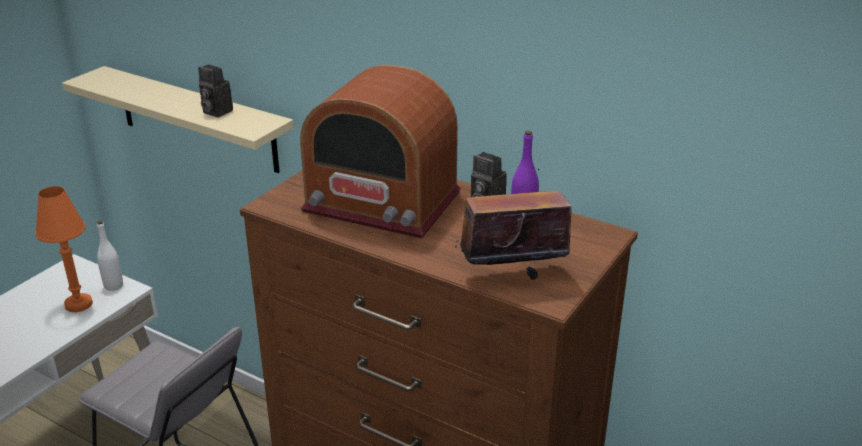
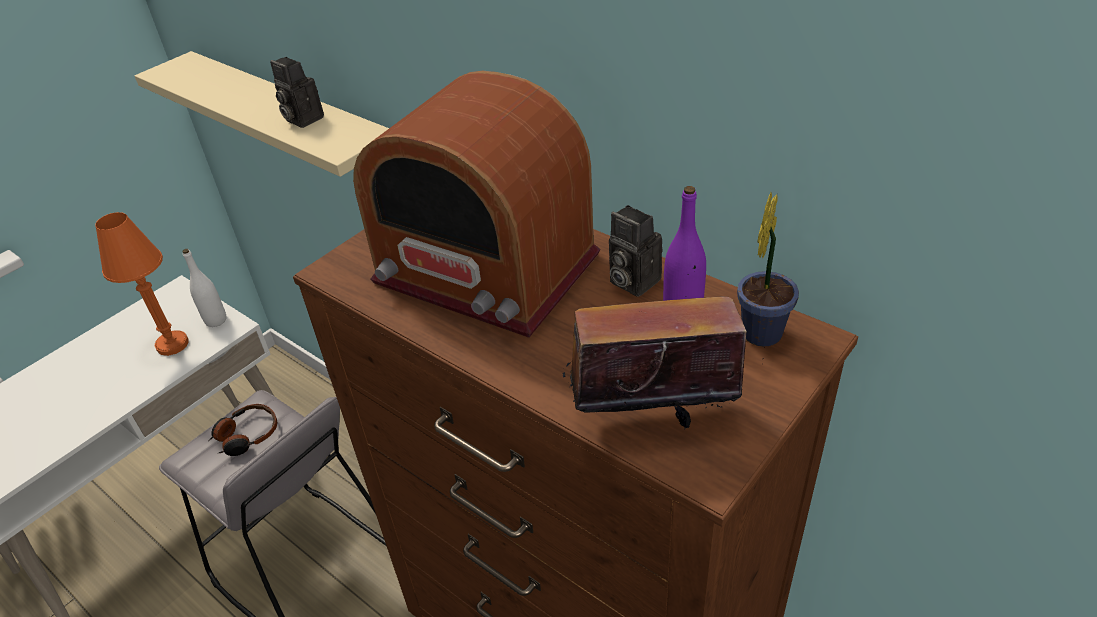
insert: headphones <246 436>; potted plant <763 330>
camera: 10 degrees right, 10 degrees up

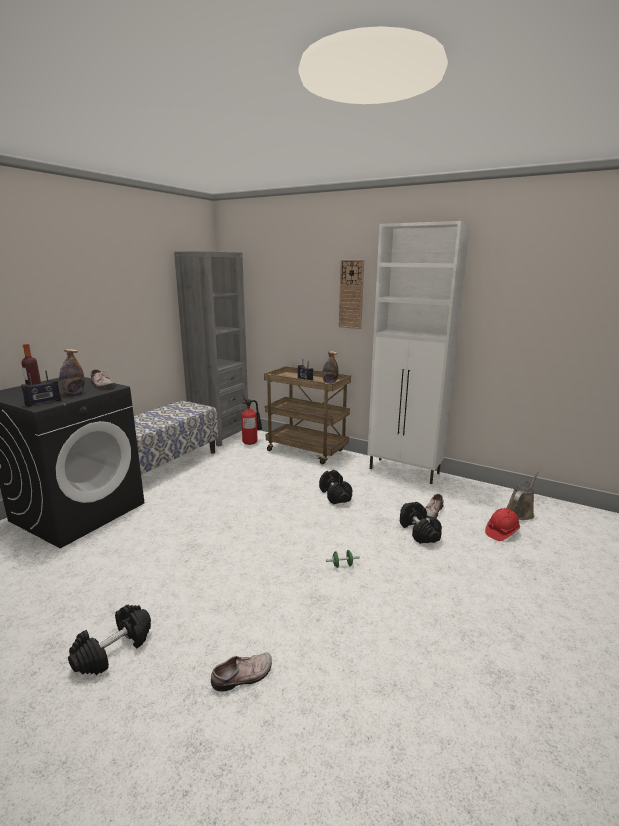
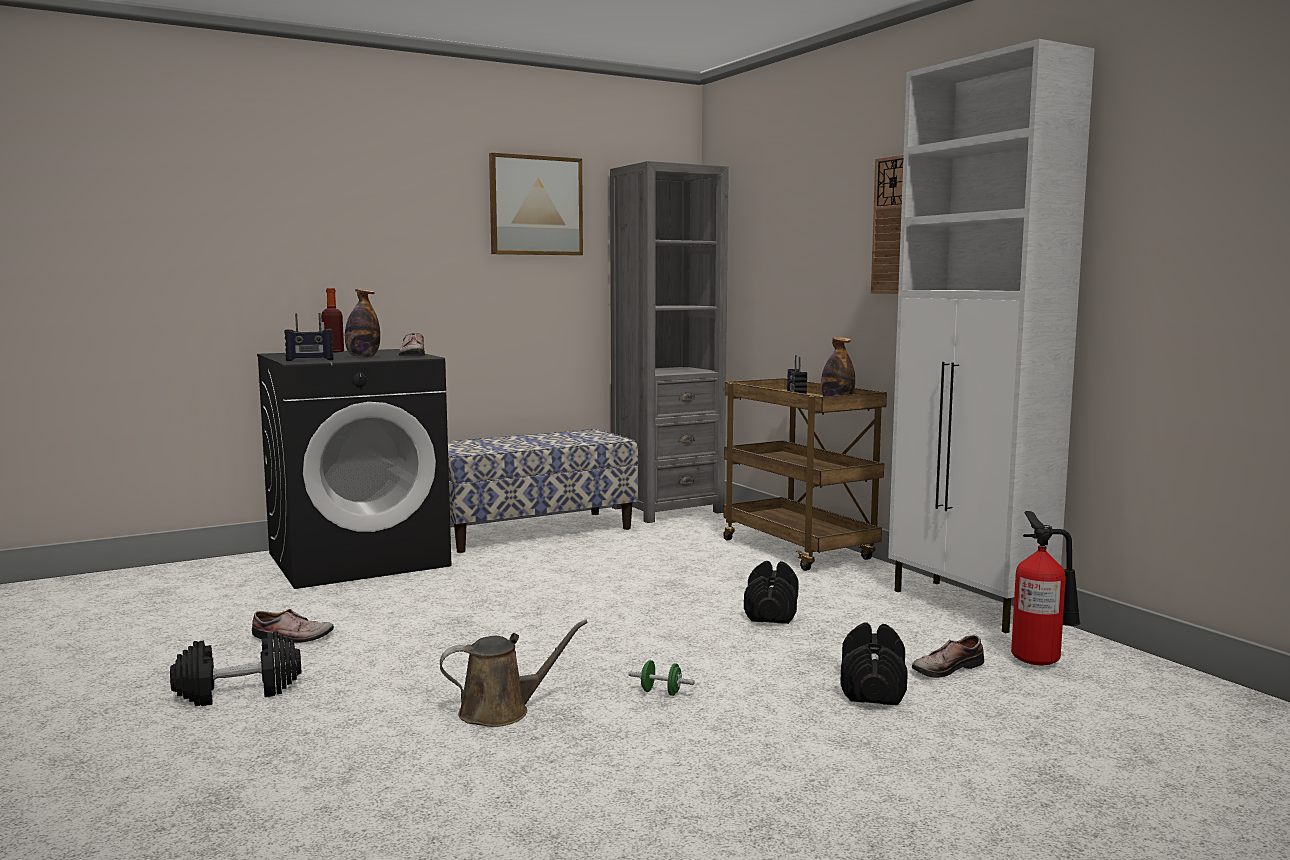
delete: red-coloured work helmet <501 532>
insert: wall picture <535 206>
move: shoe <243 677> to <292 638>; brown watering pot <520 512> to <501 711>; extinguisher <251 442> to <1040 660>
camera: 30 degrees right, 10 degrees down

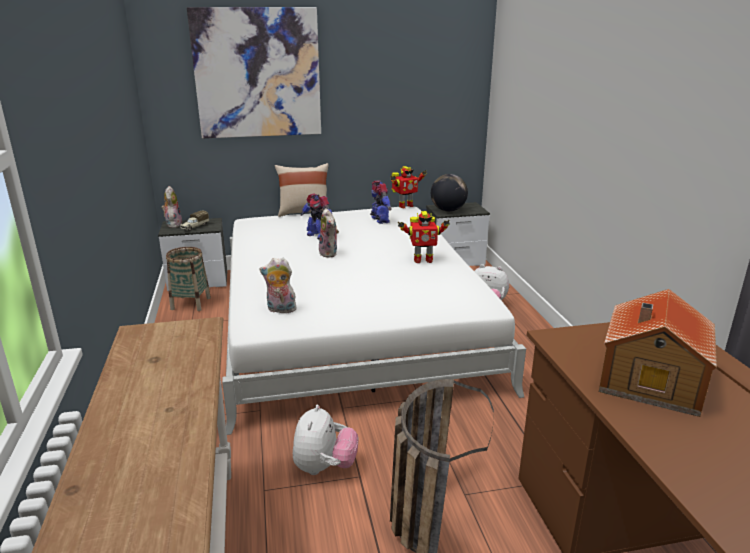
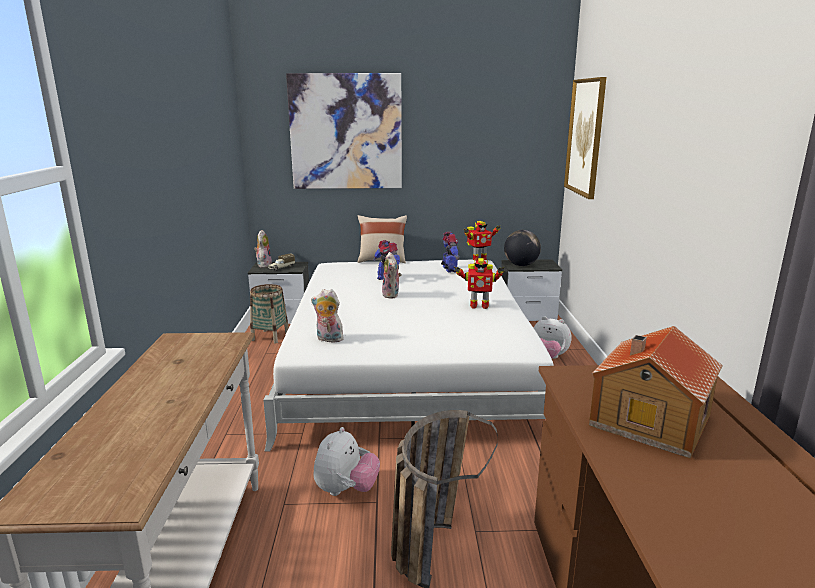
insert: wall picture <585 137>
camera: 10 degrees right, 5 degrees down

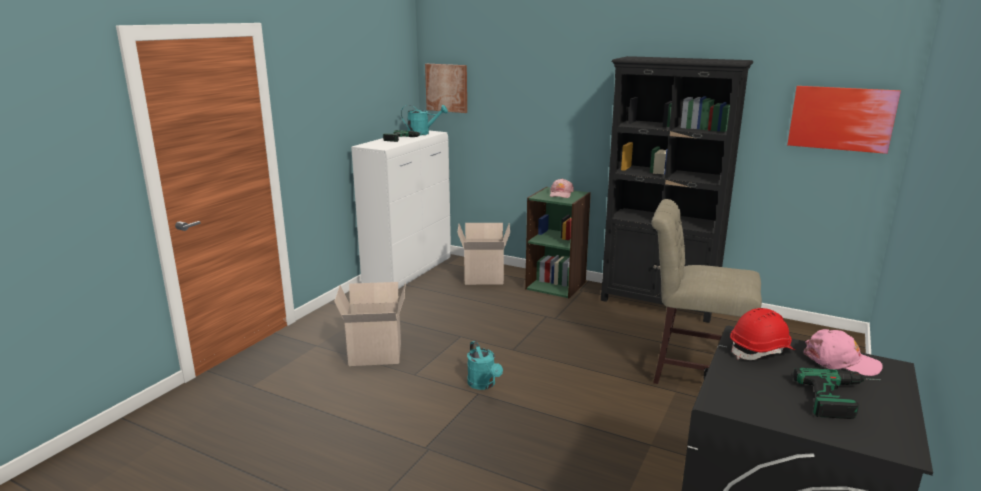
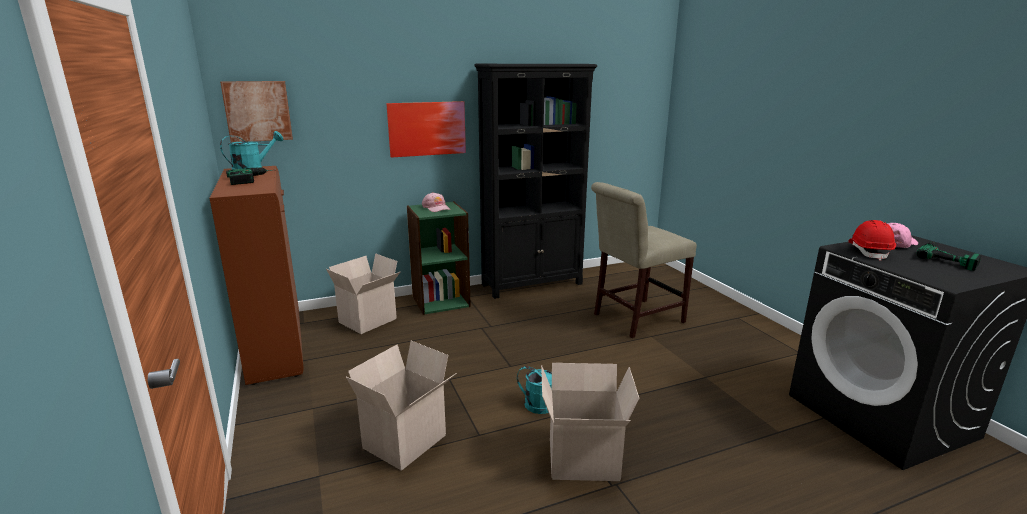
insert: packing box <582 461>
move: wall picture <841 118> to <427 128>
recolor: white-coloured cupboard <409 272> to brown cupboard <276 348>
camera: 50 degrees left, 0 degrees up

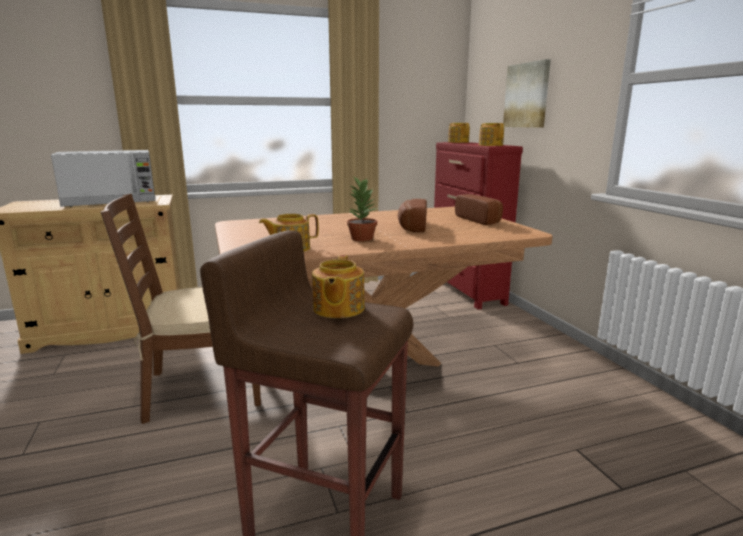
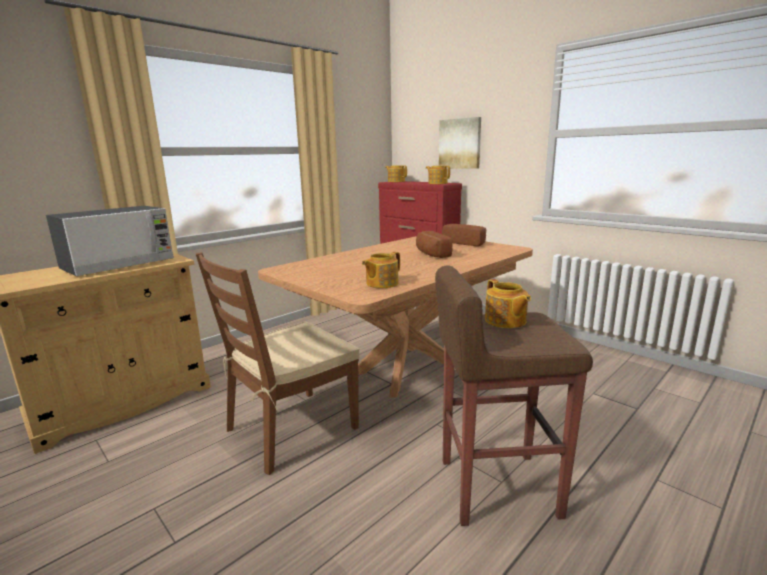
delete: potted plant <362 238>
camera: 25 degrees left, 0 degrees up

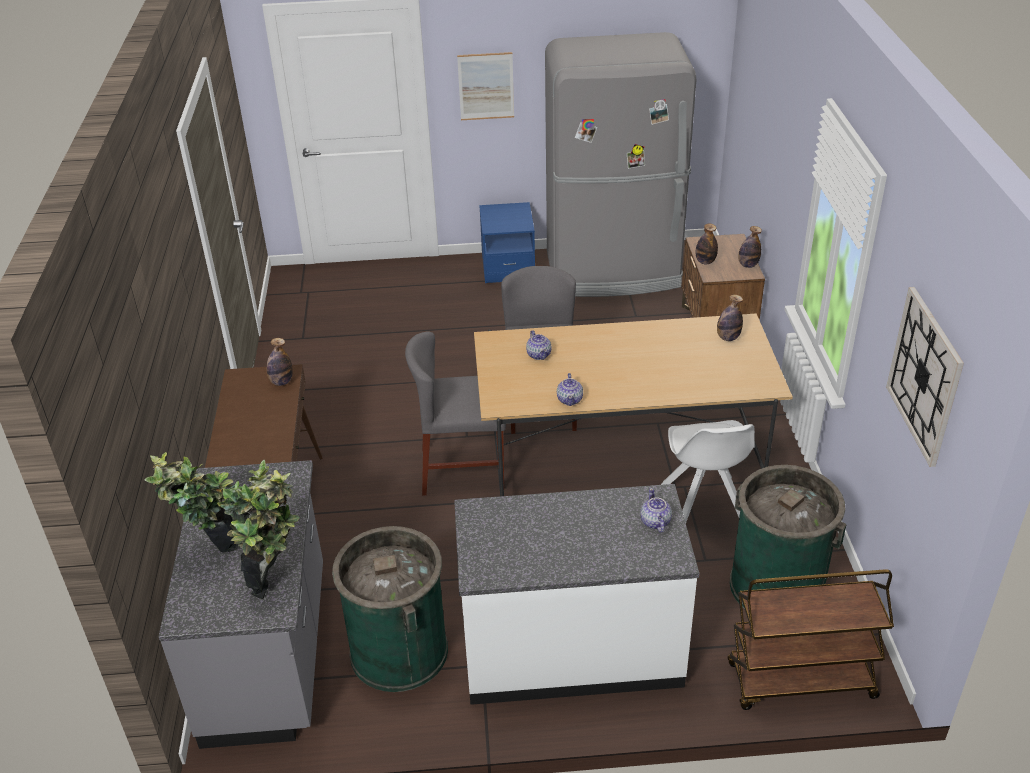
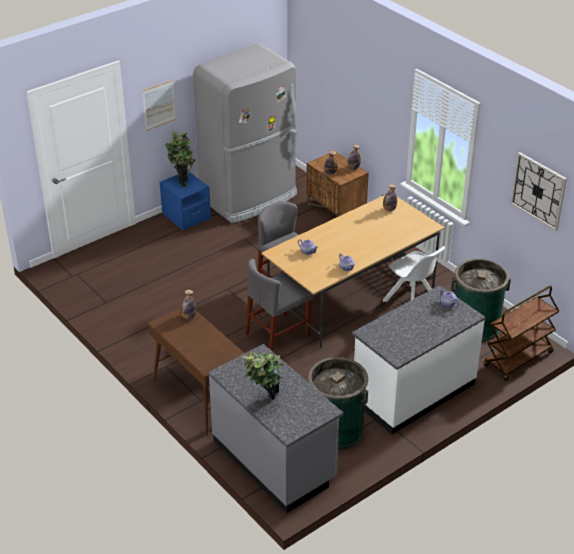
move: potted plant <273 577> to <182 180>
camera: 35 degrees left, 0 degrees up

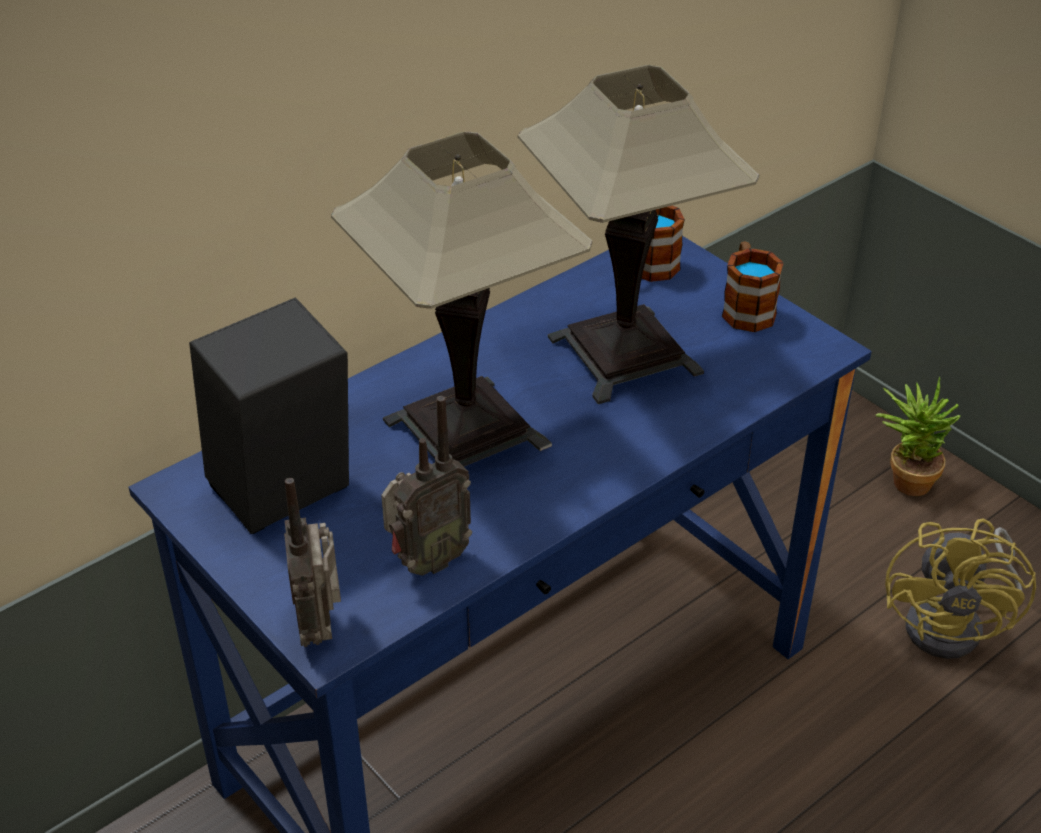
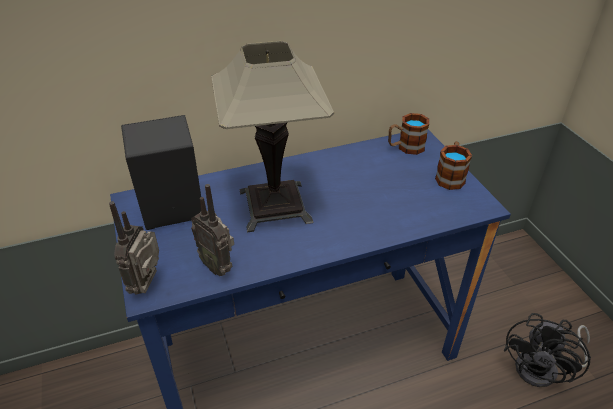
delete: tabletop lamp <625 355>; potted plant <905 479>
recolor: yellow-coloured fan <956 625> to black-coloured fan <544 369>
rotate: radio receiver <426 562> = <218 266> 60 degrees clockwise
camera: 20 degrees right, 0 degrees up

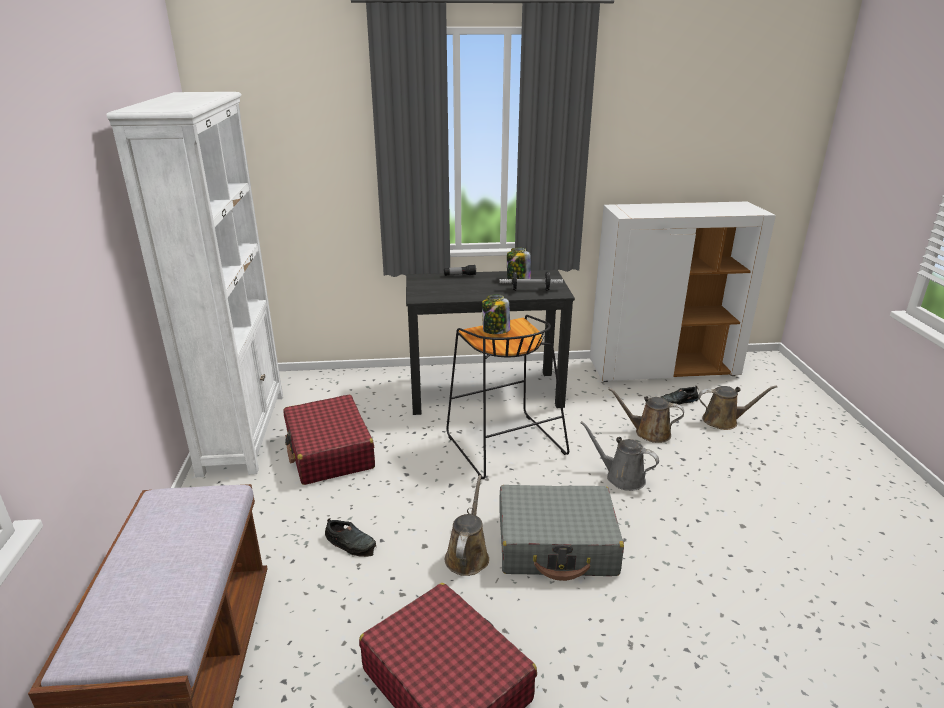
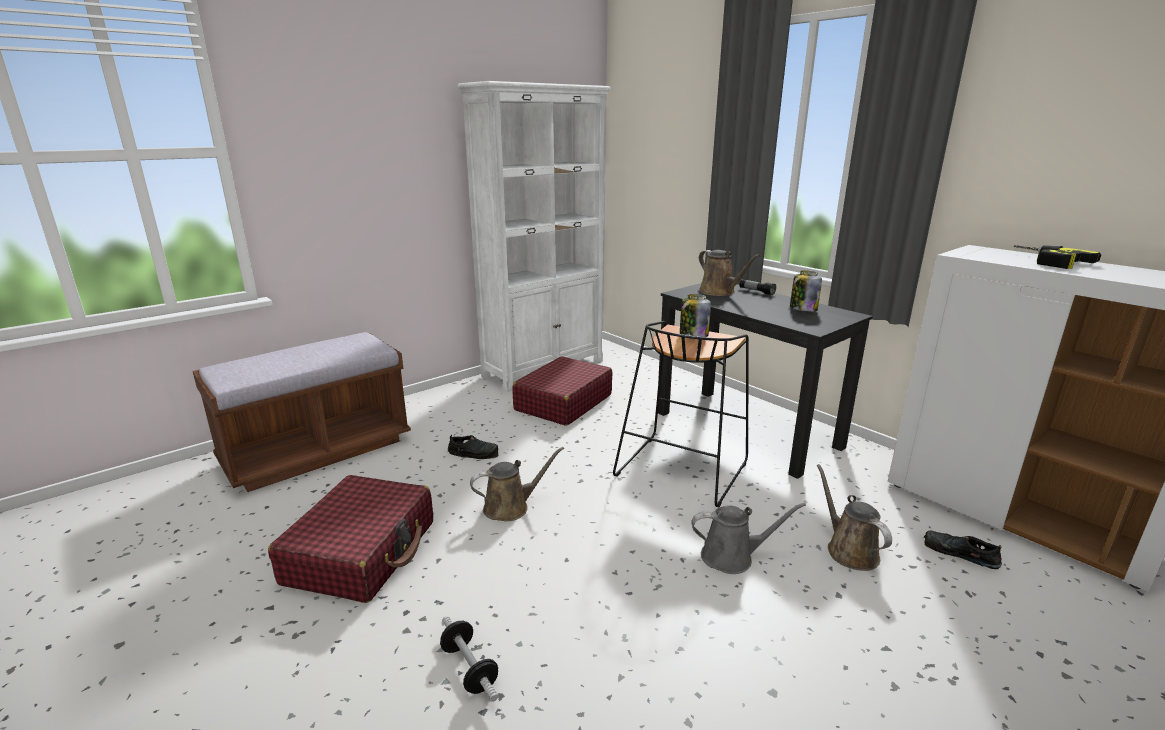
delete: greyish suitcase <557 544>
insert: electric drill <1044 261>
move: dumbbell <530 290> to <469 668>; brown watering pot <723 420> to <719 292>
rotate: black-coloured shoe <351 543> = <474 452> 75 degrees counterclockwise; greyish watering pot <621 477> = <732 557> 90 degrees clockwise
camera: 55 degrees right, 5 degrees down

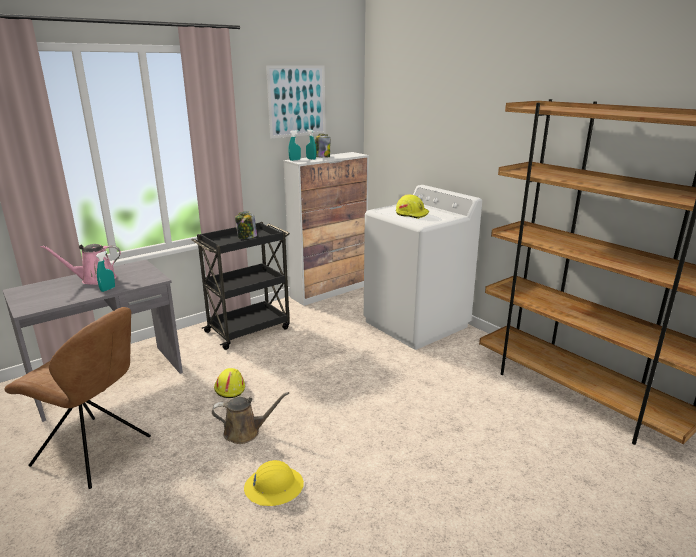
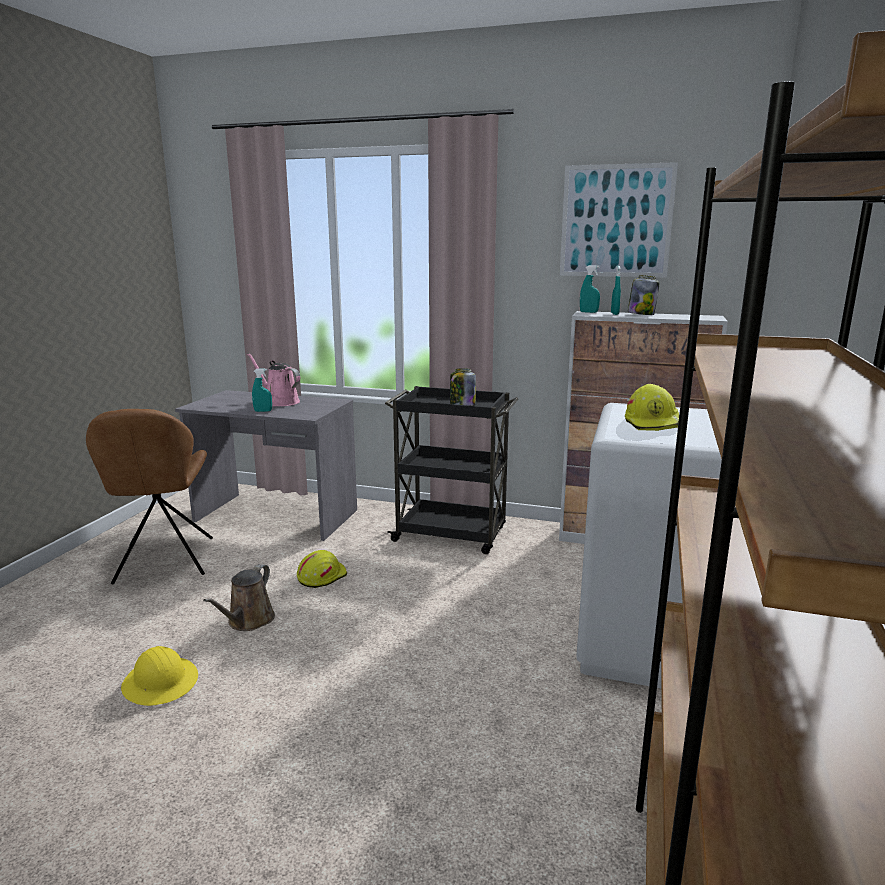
rotate: brown watering pot <245 432> = <248 621> 60 degrees clockwise
camera: 55 degrees right, 5 degrees down

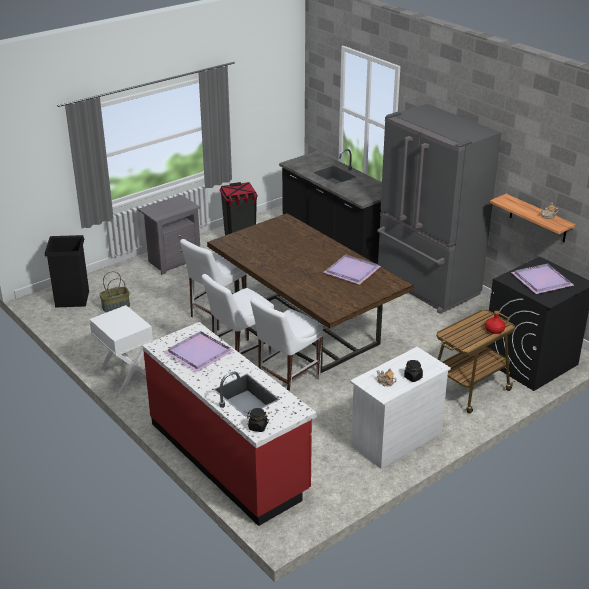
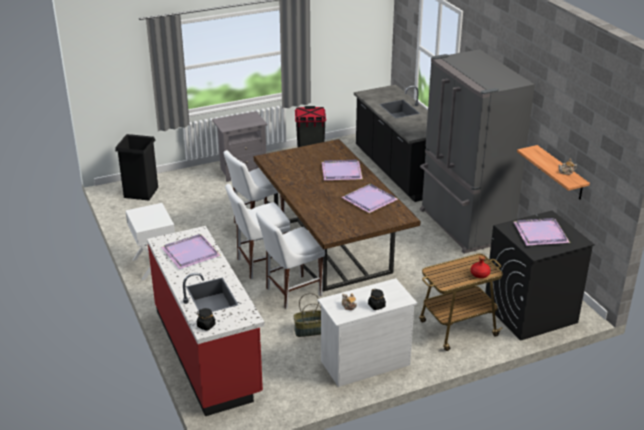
insert: purplish serving tray <342 172>
move: household basket <115 306> to <309 331>
camera: 15 degrees right, 0 degrees up

